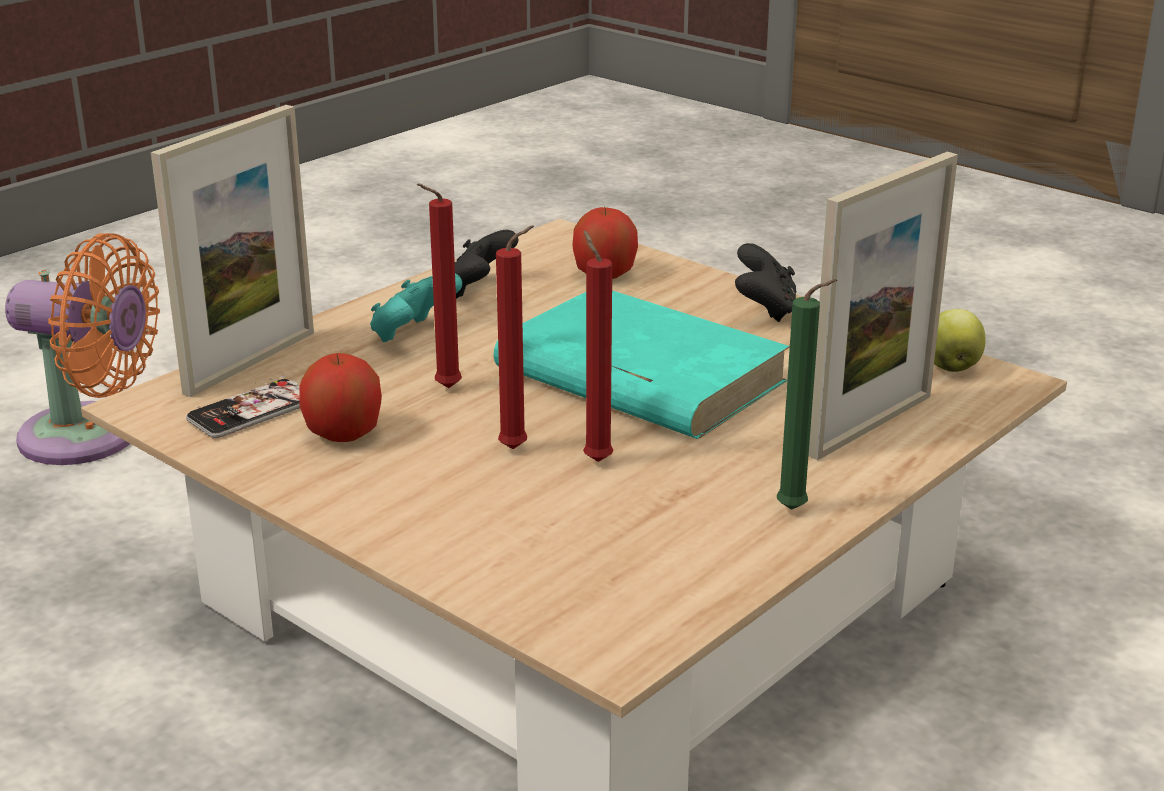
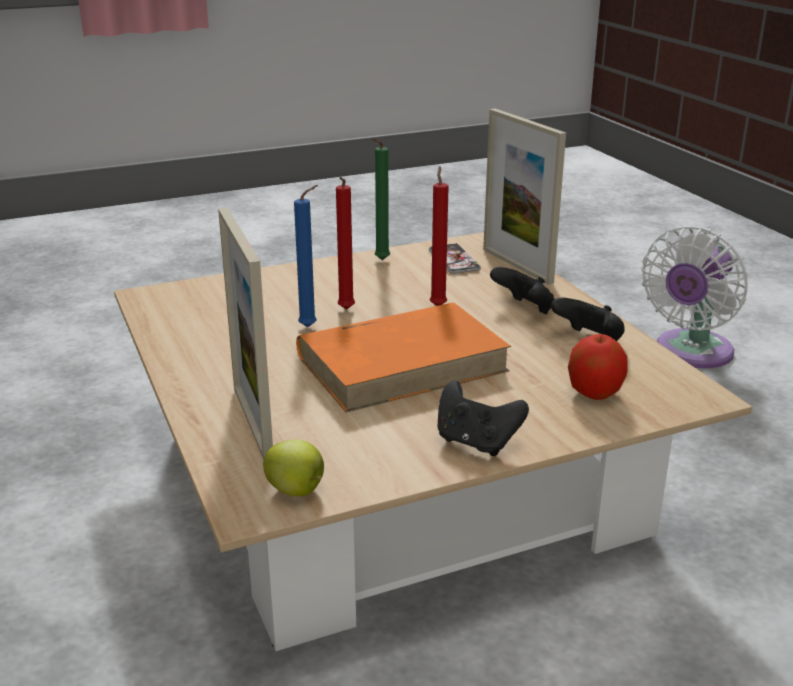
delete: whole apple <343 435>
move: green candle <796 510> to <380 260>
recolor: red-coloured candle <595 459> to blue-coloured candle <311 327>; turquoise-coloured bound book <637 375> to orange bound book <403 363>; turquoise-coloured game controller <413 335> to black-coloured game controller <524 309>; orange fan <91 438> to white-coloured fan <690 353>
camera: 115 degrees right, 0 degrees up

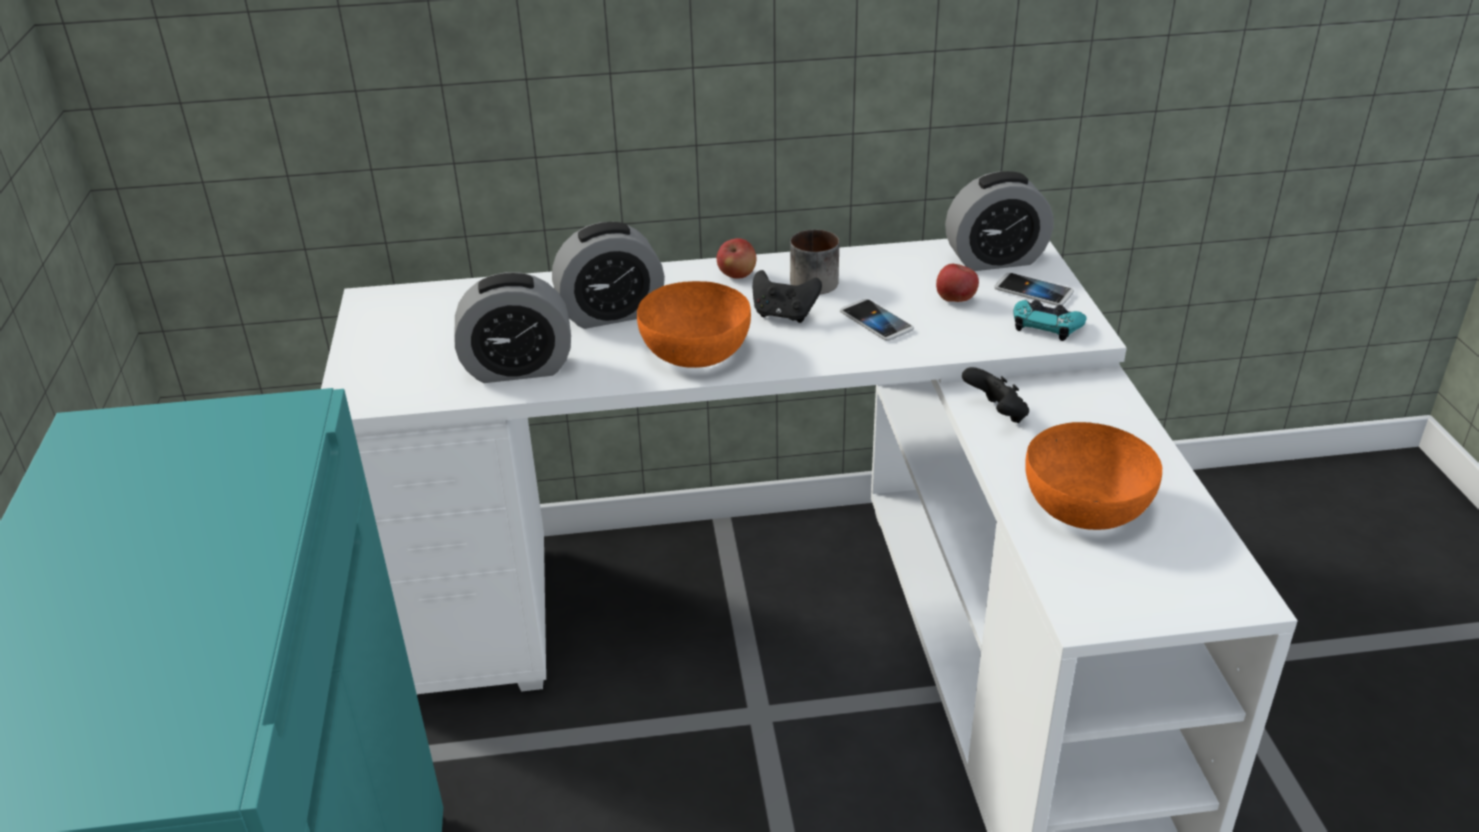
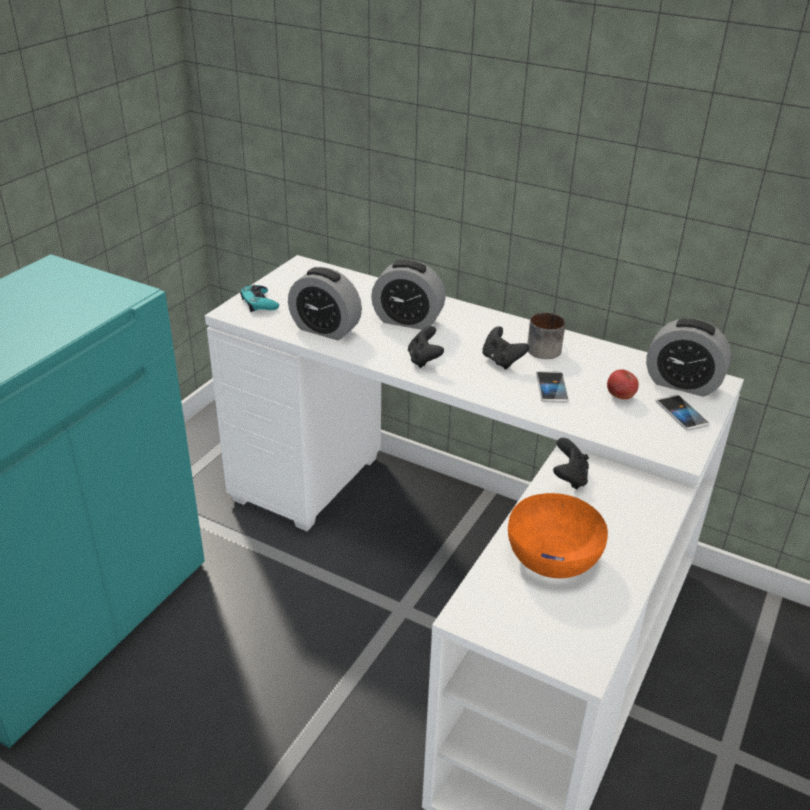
delete: whole apple <737 275>
move: turquoise-coloured game controller <1046 325> to <259 303>
replace: orange deep dish <694 352> to black-coloured game controller <424 360>
camera: 35 degrees right, 0 degrees up

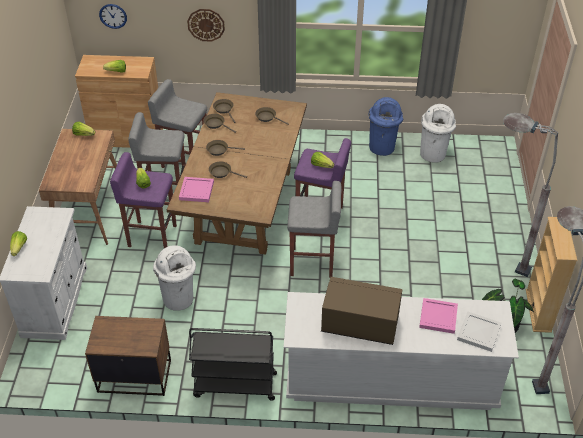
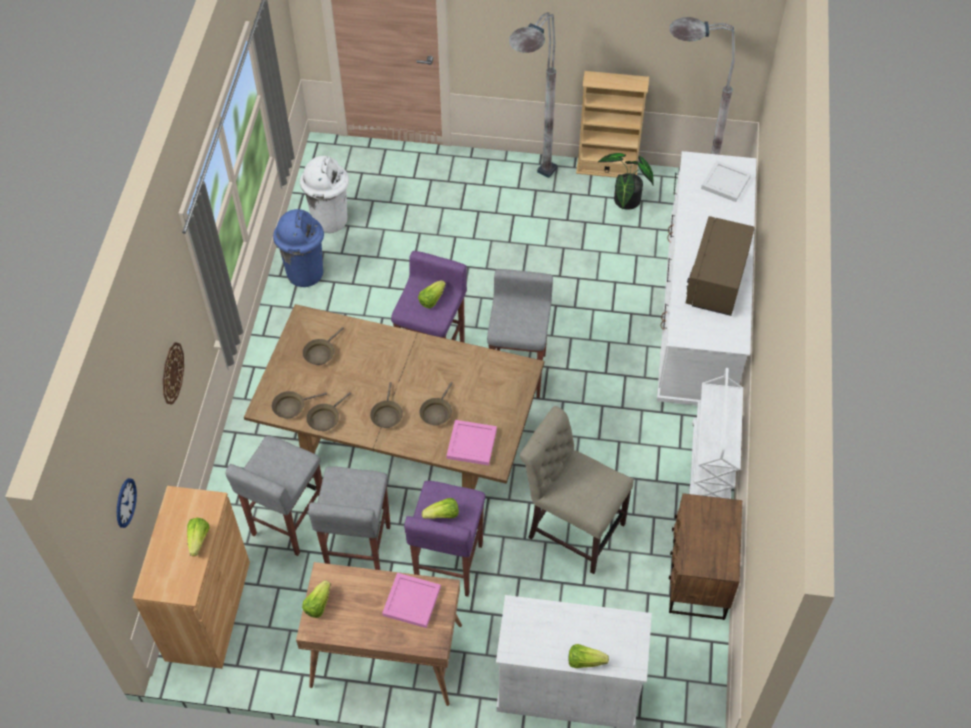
move: pink-coloured serving tray <439 316> to <411 600>
replace: white-coloured waste bin <179 299> to beige-coloured plain chair <572 527>
recolor: black-coloured cart <234 385> to white-coloured cart <711 466>
camera: 85 degrees left, 10 degrees up

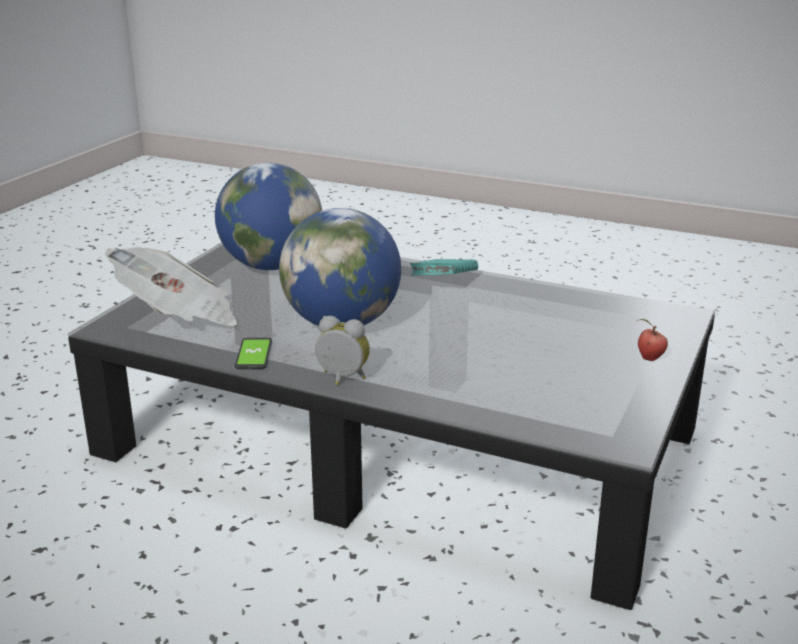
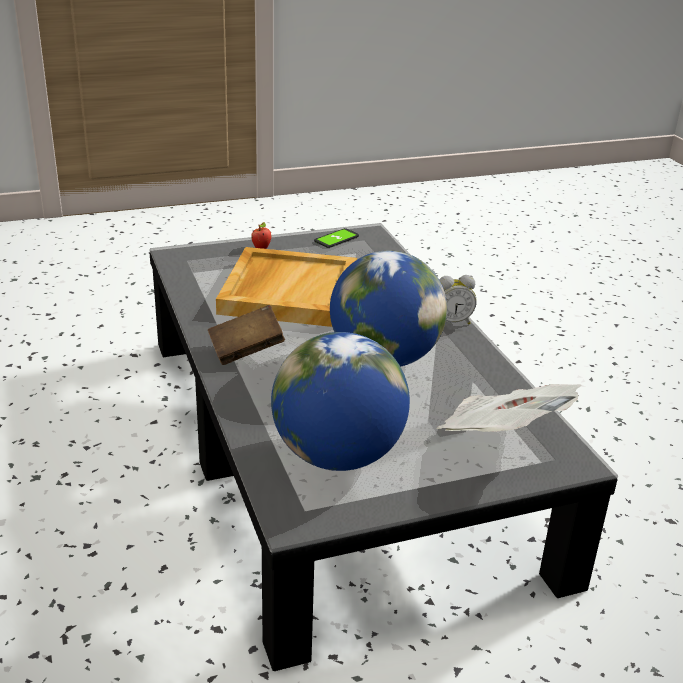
insert: beige-coloured serving tray <288 291>
move: telephone <254 354> to <336 239>
recolor: turquoise-coloured bound book <443 284> to brown bound book <246 350>
rotate: bedside clock <341 379> = <451 322> 75 degrees counterclockwise
camera: 135 degrees left, 5 degrees up

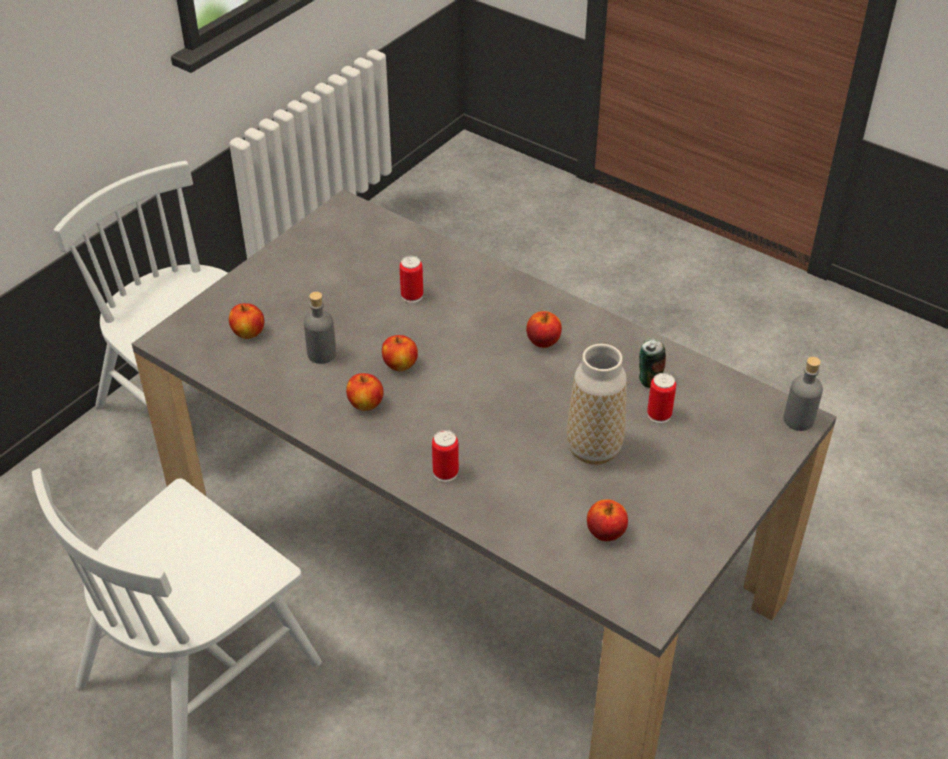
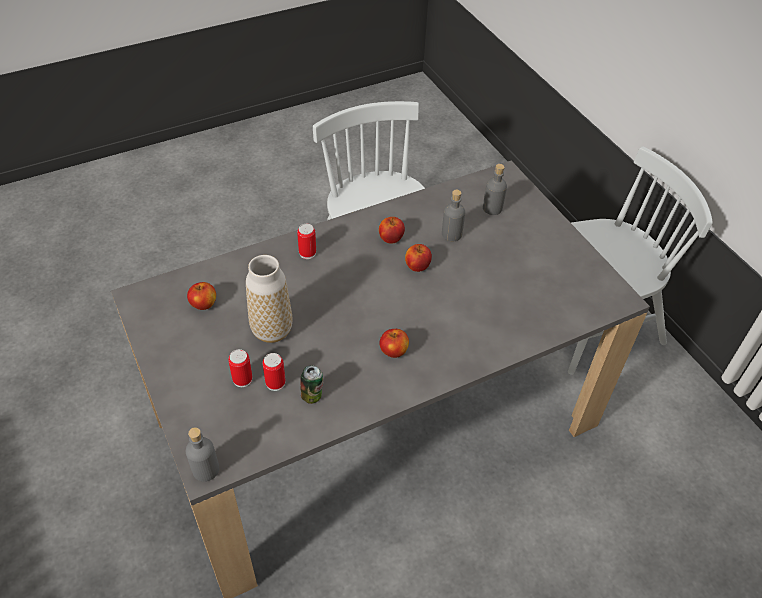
move: metal can <412 296> to <242 379>
replace: whole apple <248 333> to greyish bottle <492 208>
camera: 115 degrees right, 5 degrees up

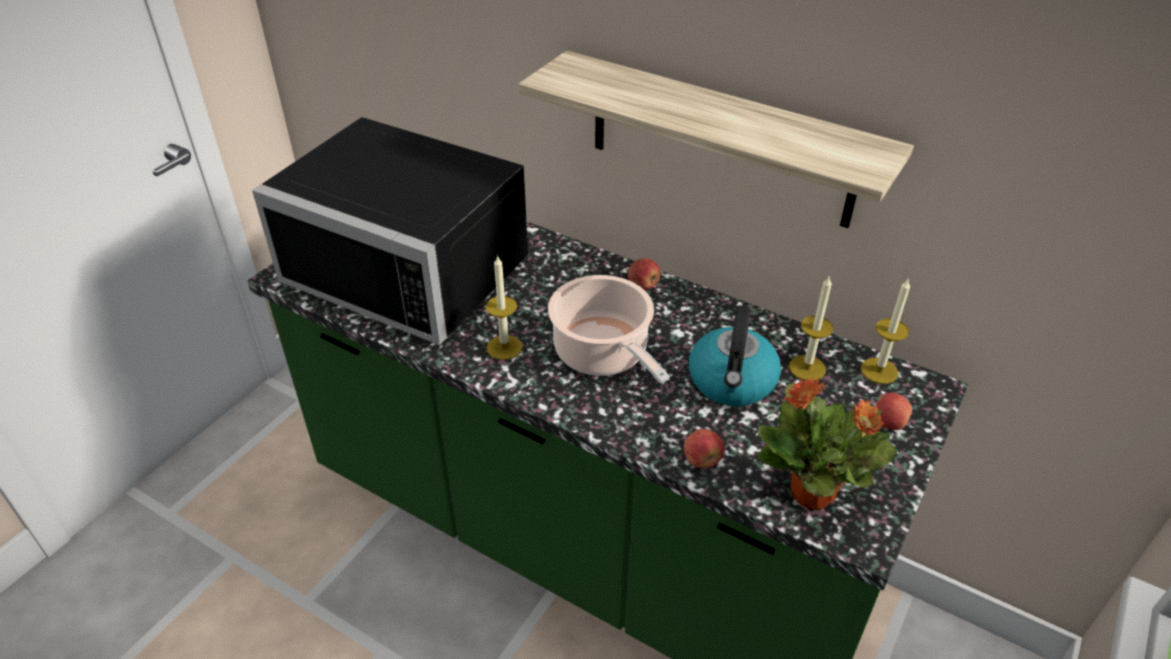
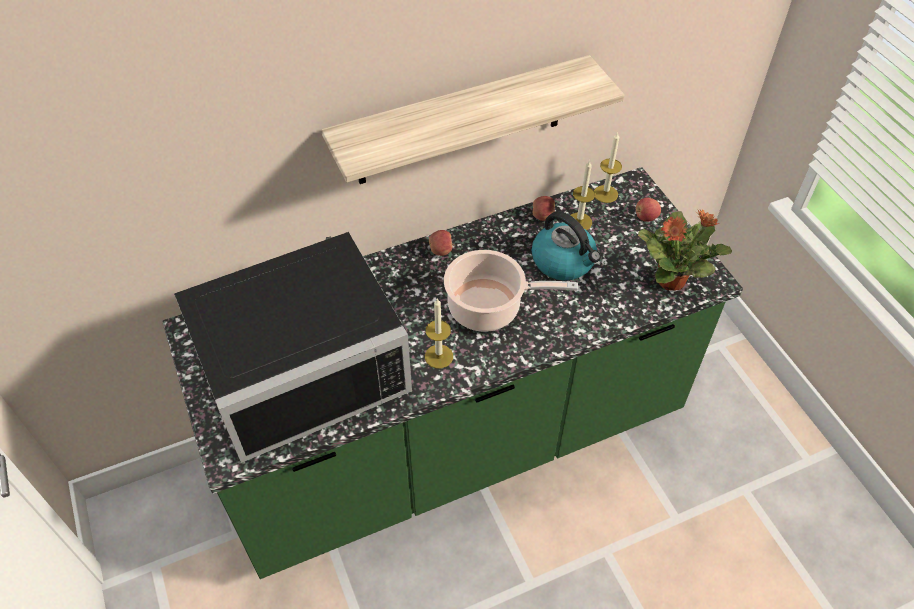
move: whole apple <702 460> to <543 216>
camera: 55 degrees left, 10 degrees up

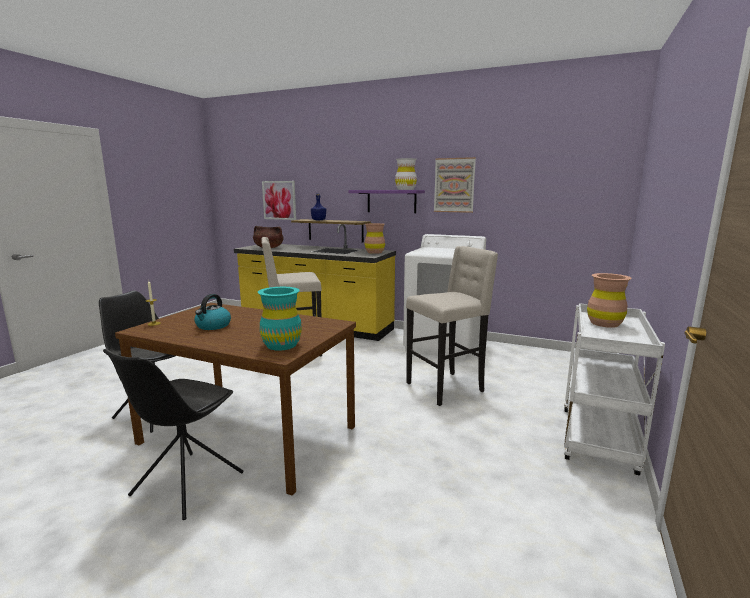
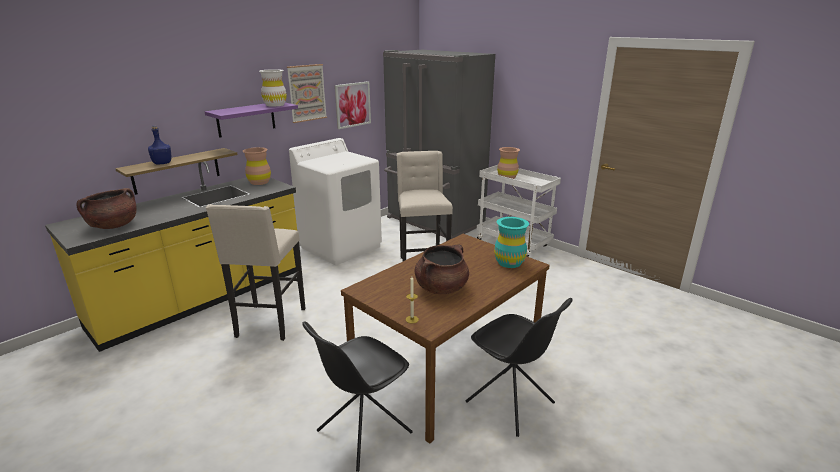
insert: greyish kitchen fridge <433 222>
move: wall picture <279 200> to <352 104>
replace: tea kettle <213 326> to brown saucepot <441 288>
camera: 70 degrees left, 10 degrees up

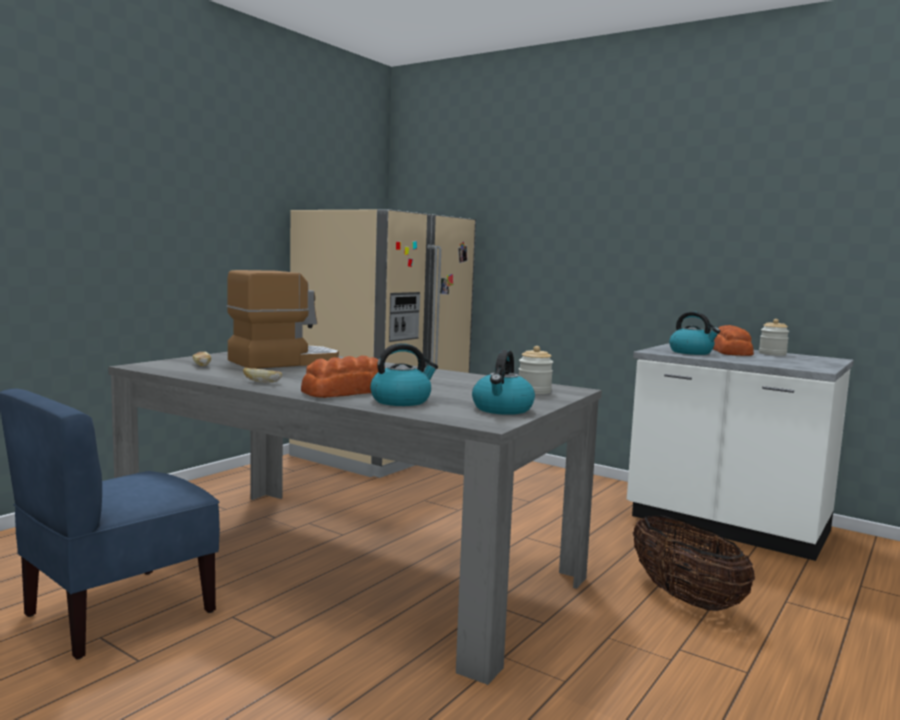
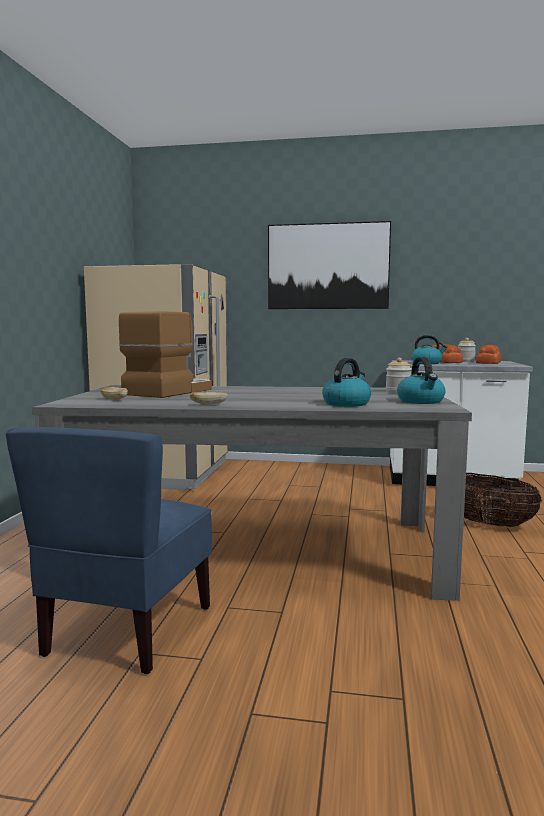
insert: wall picture <328 266>
move: baked bread <347 392> to <489 362>
camera: 25 degrees left, 0 degrees up

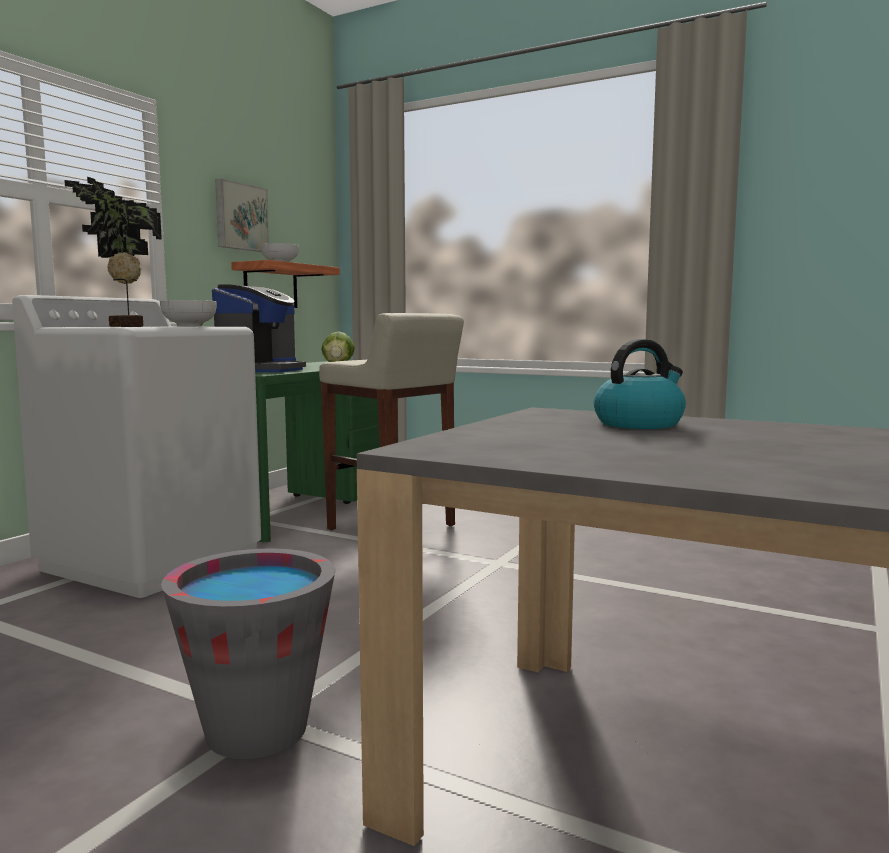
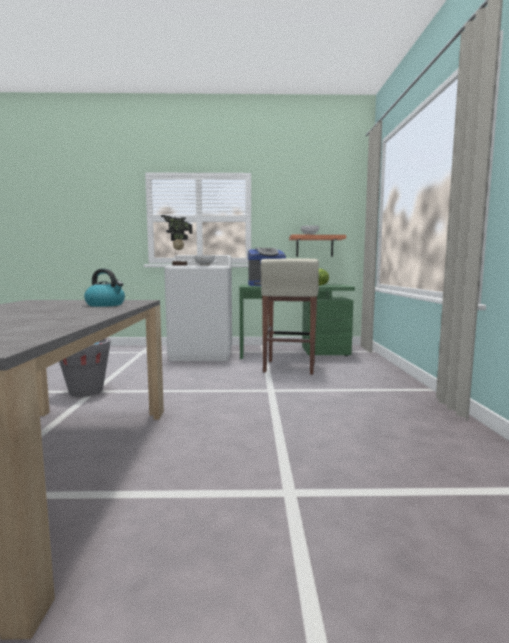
delete: wall picture <240 217>
camera: 60 degrees right, 0 degrees up

